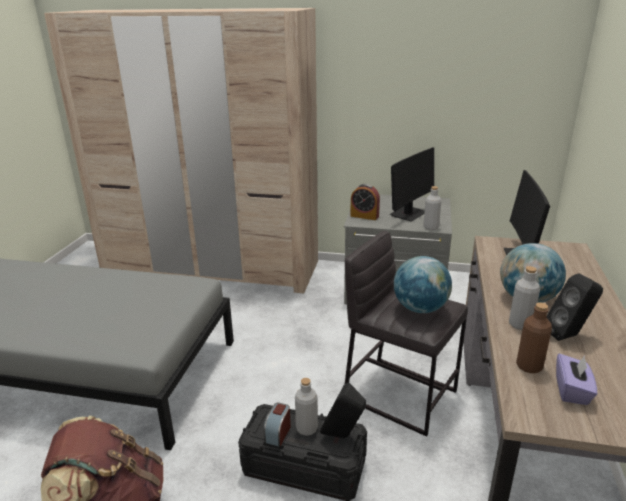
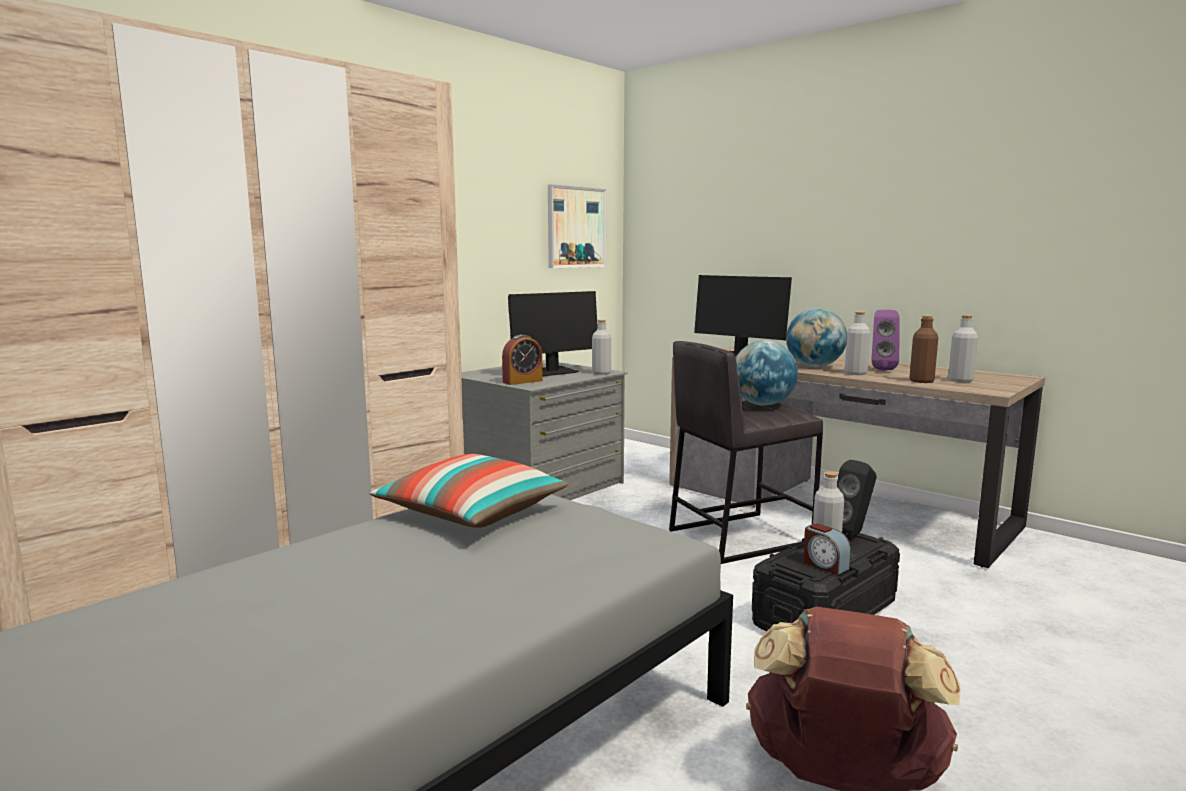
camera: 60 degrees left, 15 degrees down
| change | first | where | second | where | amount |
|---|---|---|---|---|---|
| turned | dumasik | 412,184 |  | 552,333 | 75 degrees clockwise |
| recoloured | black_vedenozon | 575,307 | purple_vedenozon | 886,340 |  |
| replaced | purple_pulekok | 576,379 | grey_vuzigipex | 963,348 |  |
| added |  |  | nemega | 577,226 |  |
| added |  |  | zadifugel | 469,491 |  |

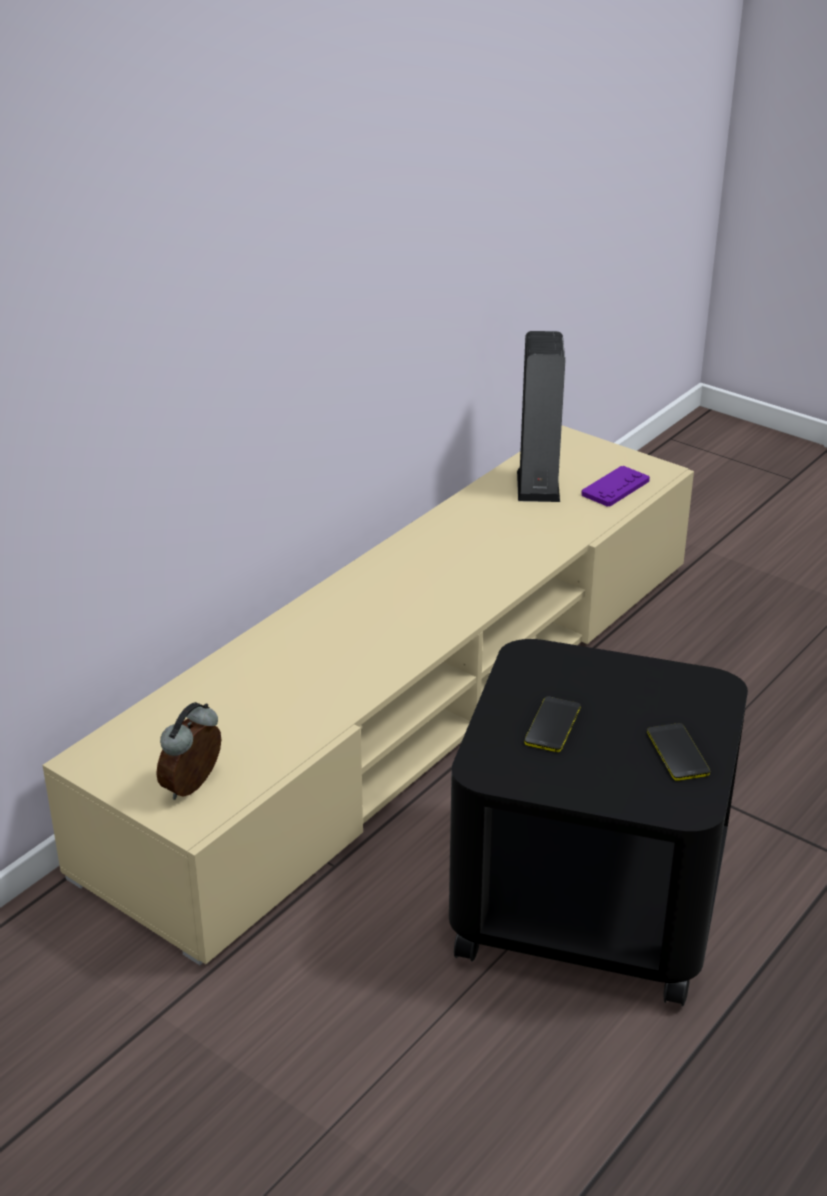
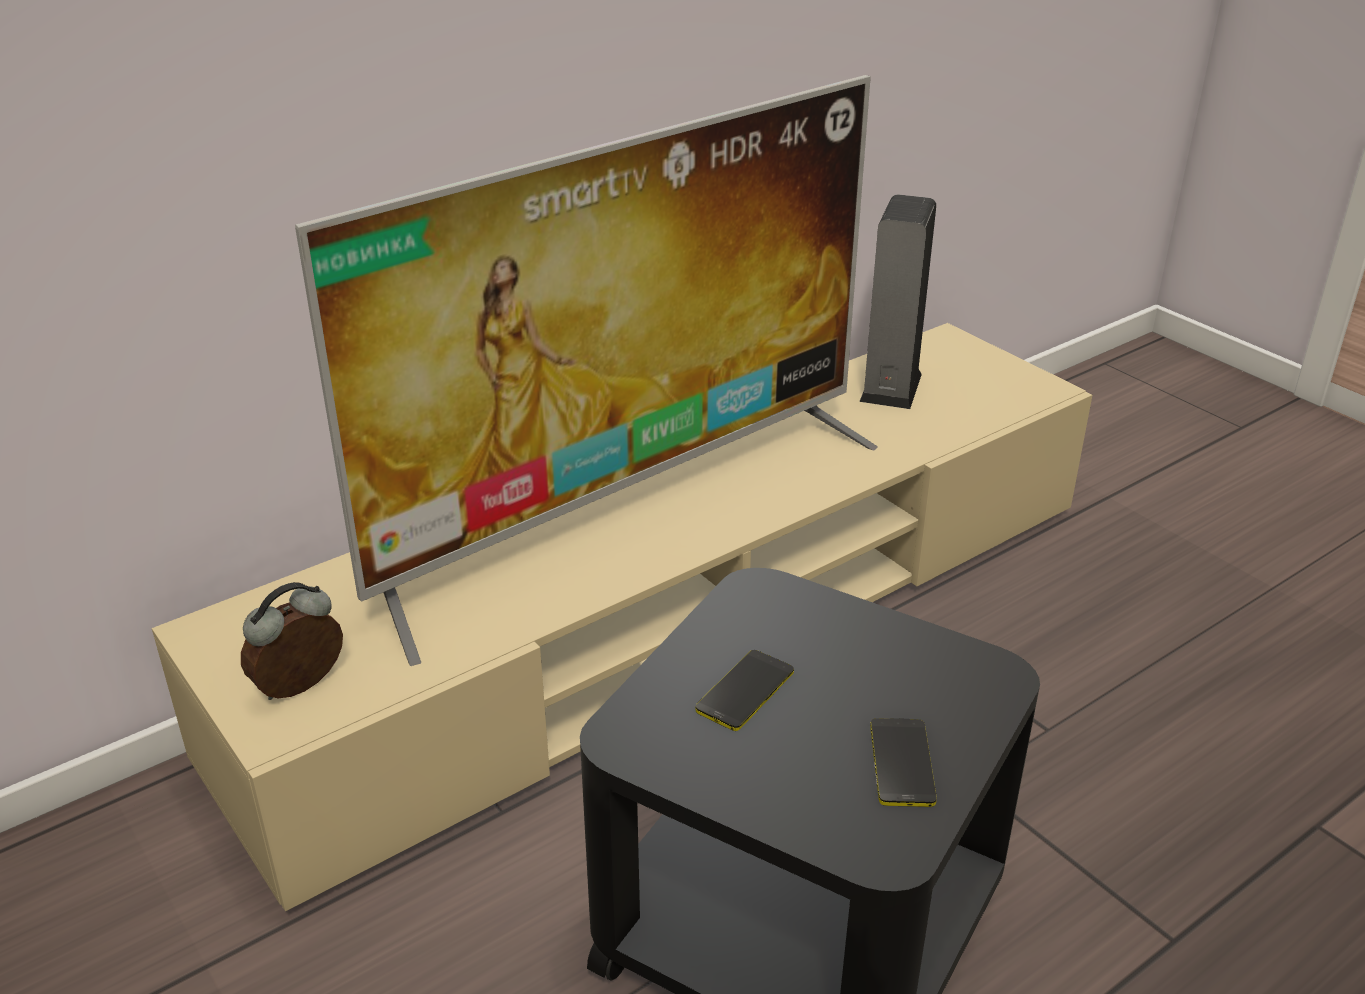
camera: 15 degrees right, 0 degrees up
| change | first | where | second | where | amount |
|---|---|---|---|---|---|
| removed | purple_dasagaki | 615,486 |  |  |  |
| added |  |  | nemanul | 586,370 |  |

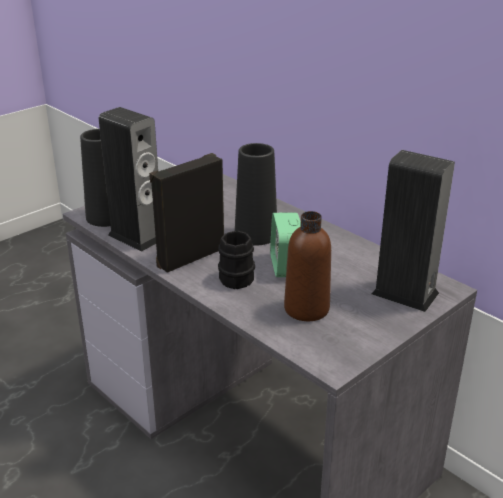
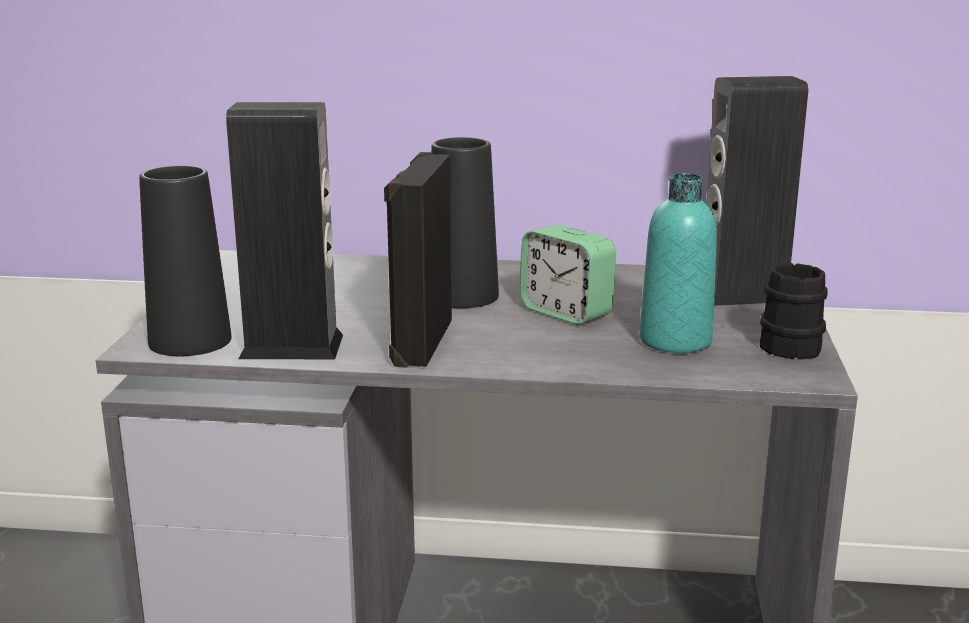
camera: 40 degrees left, 10 degrees down
| change | first | where | second | where | amount |
|---|---|---|---|---|---|
| recoloured | brown_vuzigipex | 307,266 | turquoise_vuzigipex | 678,263 |  |
| moved | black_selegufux | 236,260 |  | 794,311 |  |

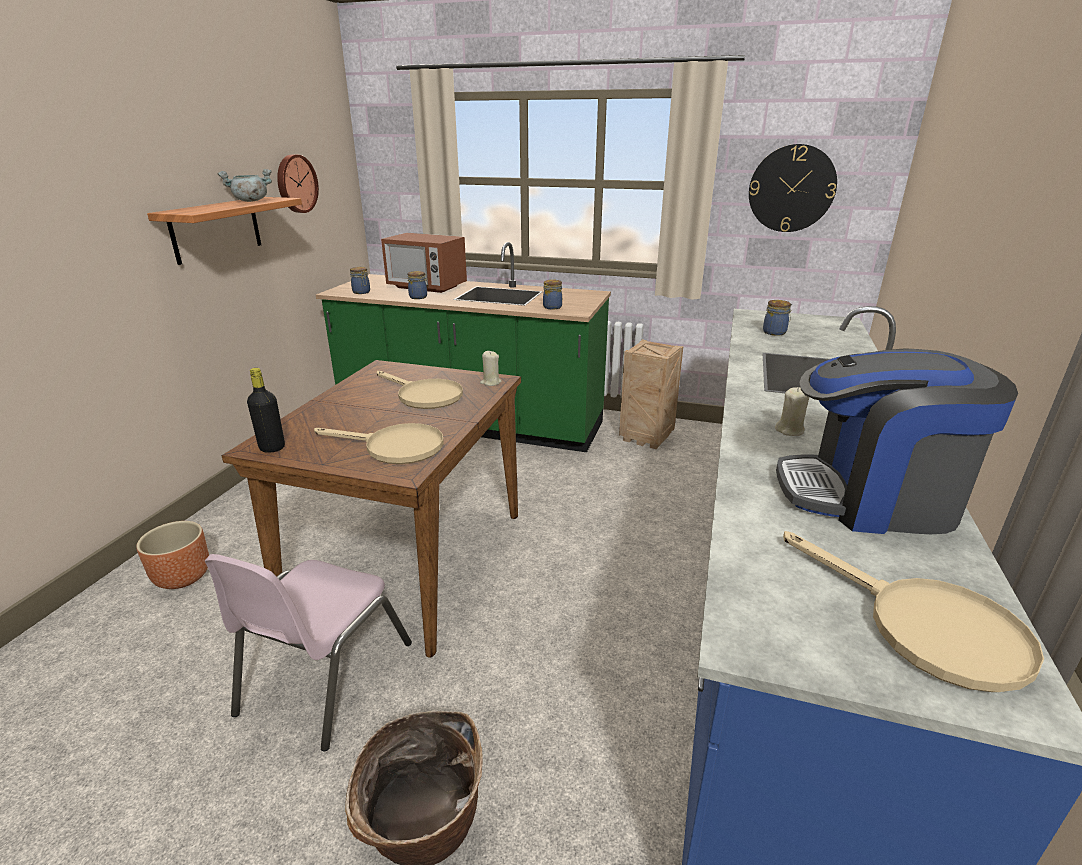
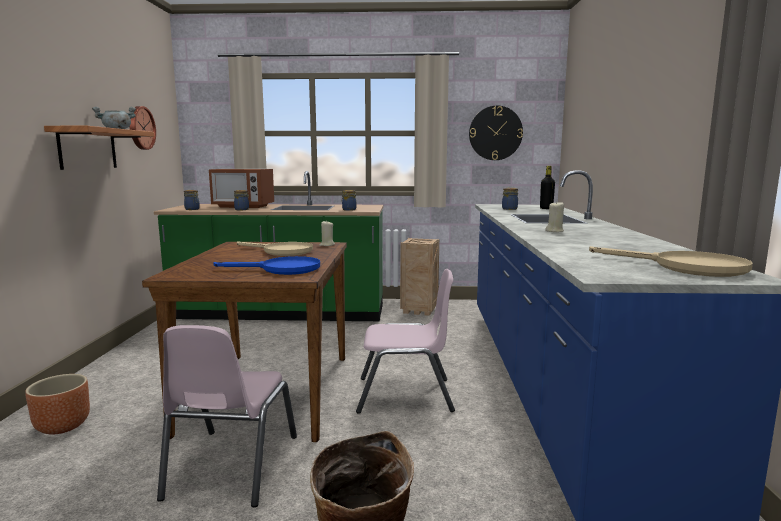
camera: 15 degrees left, 15 degrees down
| change | first | where | second | where | amount |
|---|---|---|---|---|---|
| removed | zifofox | 897,441 |  |  |  |
| moved | black_vuzigipex | 266,410 |  | 547,187 |  |
| recoloured | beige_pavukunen | 379,443 | blue_pavukunen | 266,265 |  |
| added |  |  | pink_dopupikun | 405,341 |  |

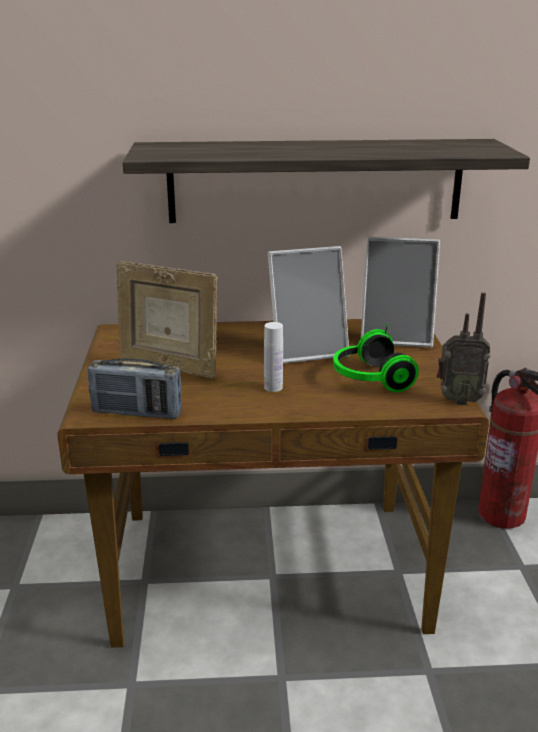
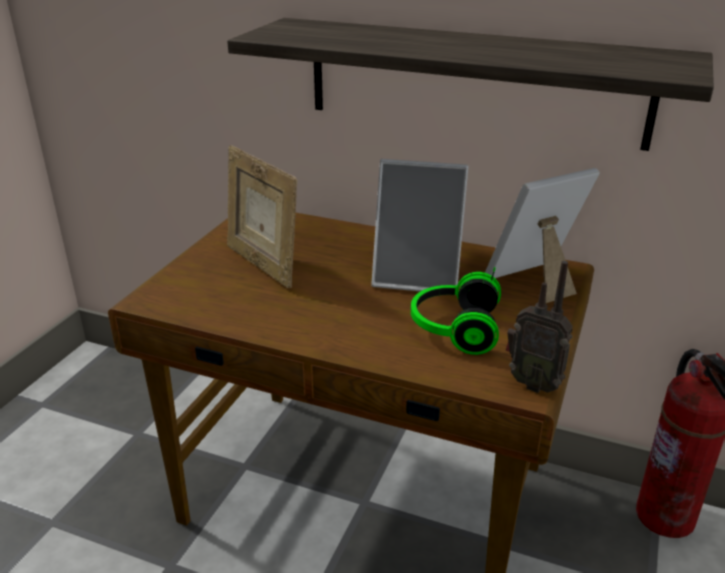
camera: 25 degrees right, 5 degrees up
| change | first | where | second | where | amount |
|---|---|---|---|---|---|
| turned | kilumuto | 400,292 |  | 542,235 | 120 degrees clockwise |
| removed | white_vuzigipex | 273,357 |  |  |  |
| removed | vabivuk | 135,388 |  |  |  |

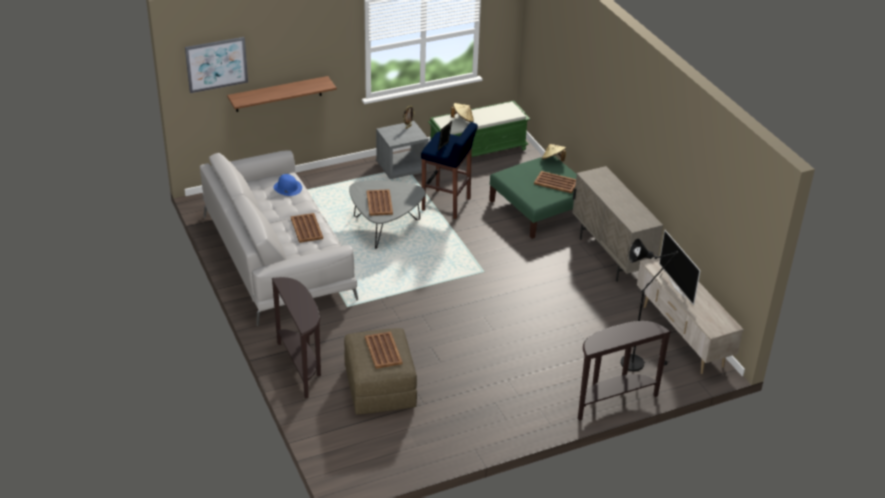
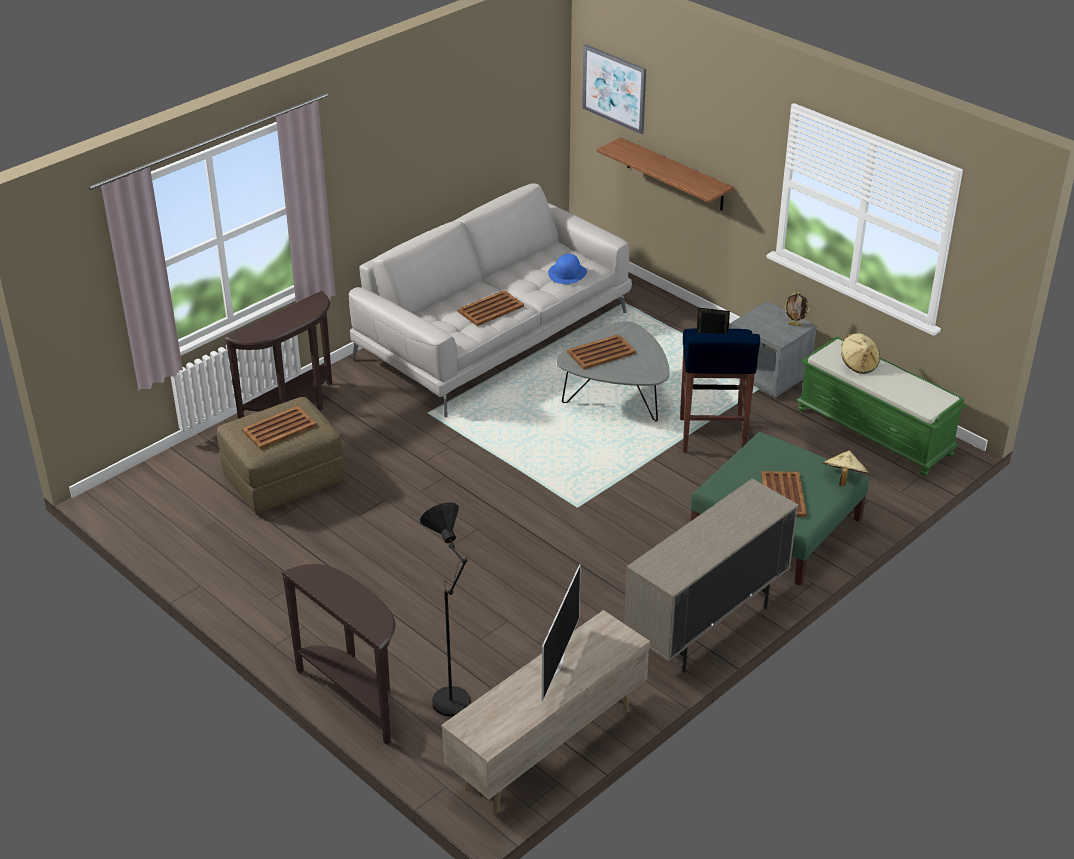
camera: 70 degrees right, 0 degrees up
| change | first | where | second | where | amount |
|---|---|---|---|---|---|
| turned | nemanul | 680,267 |  | 561,632 | 150 degrees clockwise |

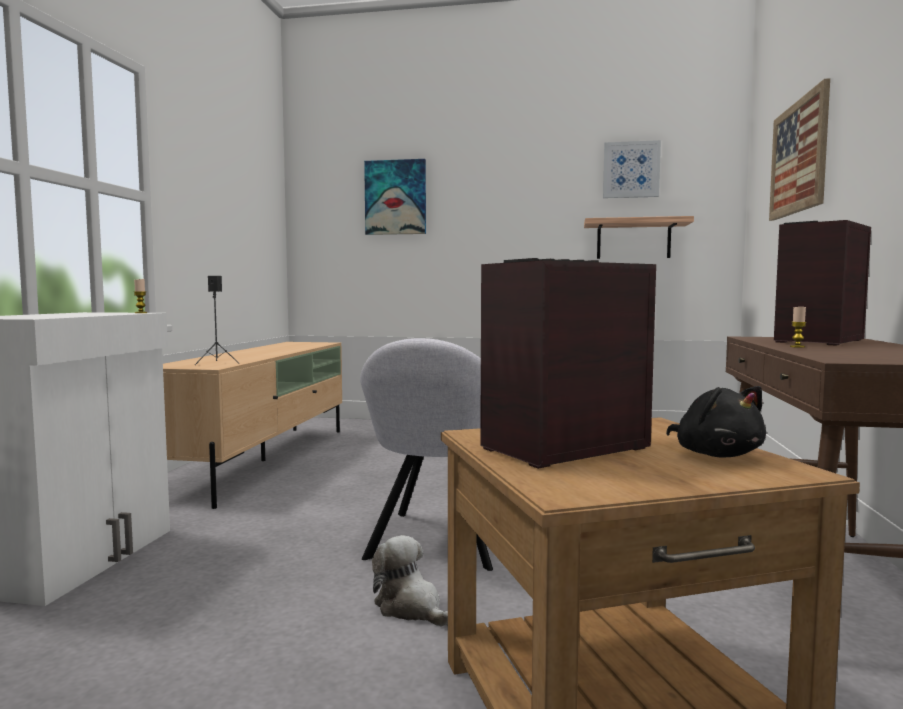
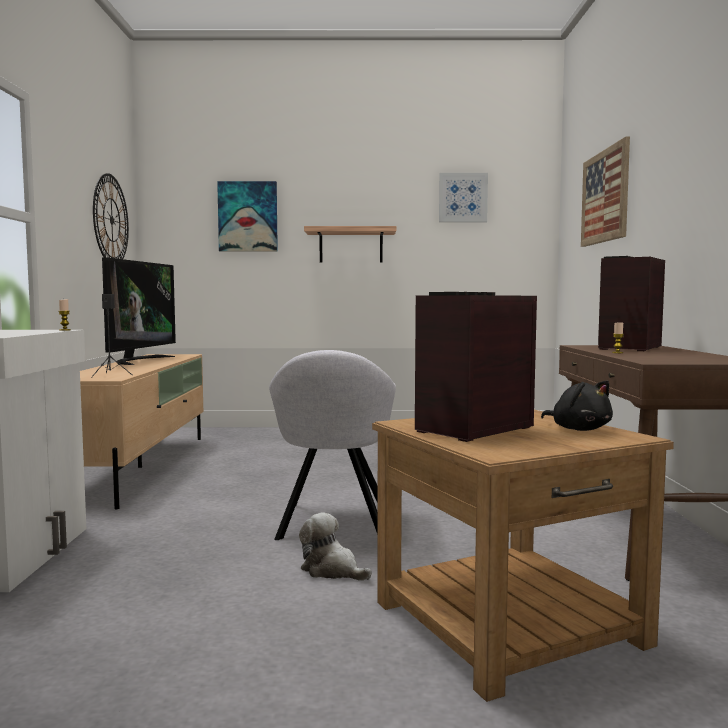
camera: 10 degrees left, 0 degrees up
| change | first | where | second | where | amount |
|---|---|---|---|---|---|
| moved | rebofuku | 639,237 |  | 350,244 |  |
| added |  |  | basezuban | 111,216 |  |
| added |  |  | nemanul | 139,311 |  |

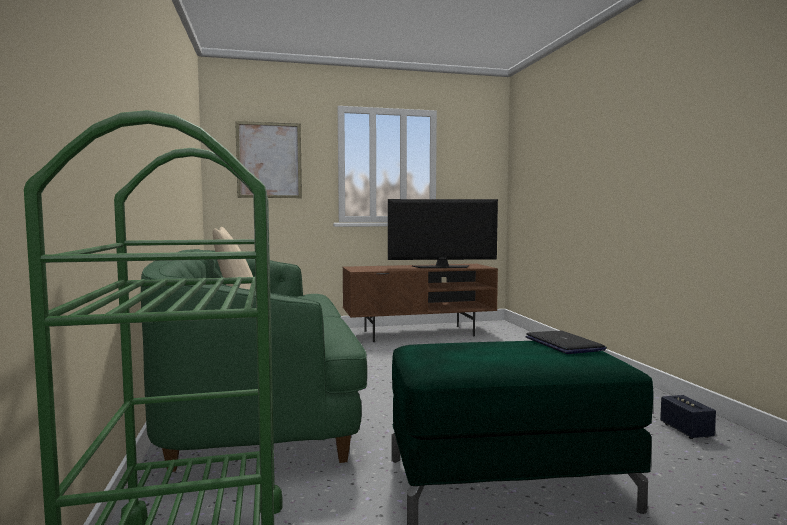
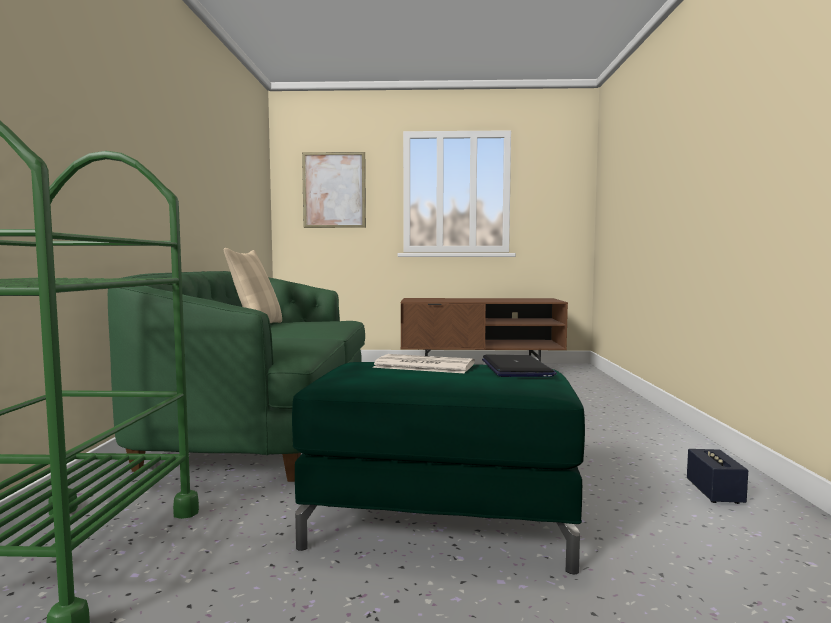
camera: 15 degrees right, 0 degrees up
| change | first | where | second | where | amount |
|---|---|---|---|---|---|
| removed | nemanul | 443,233 |  |  |  |
| added |  |  | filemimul | 423,363 |  |

